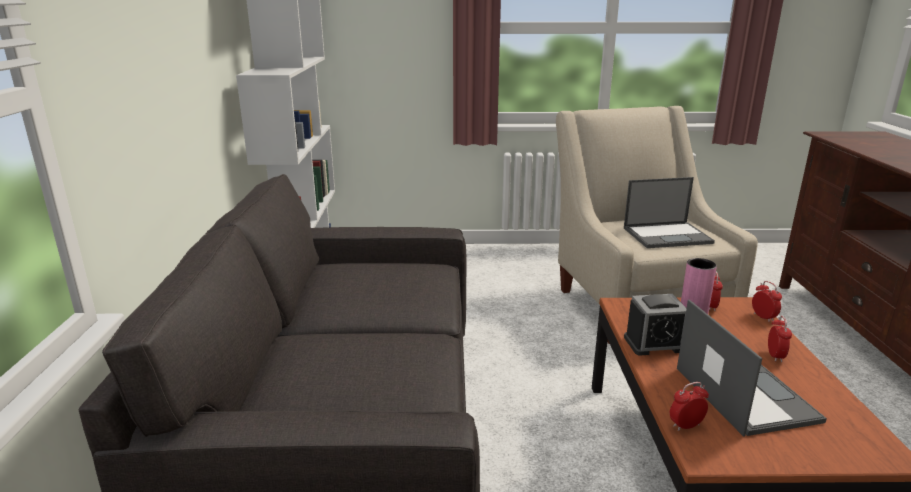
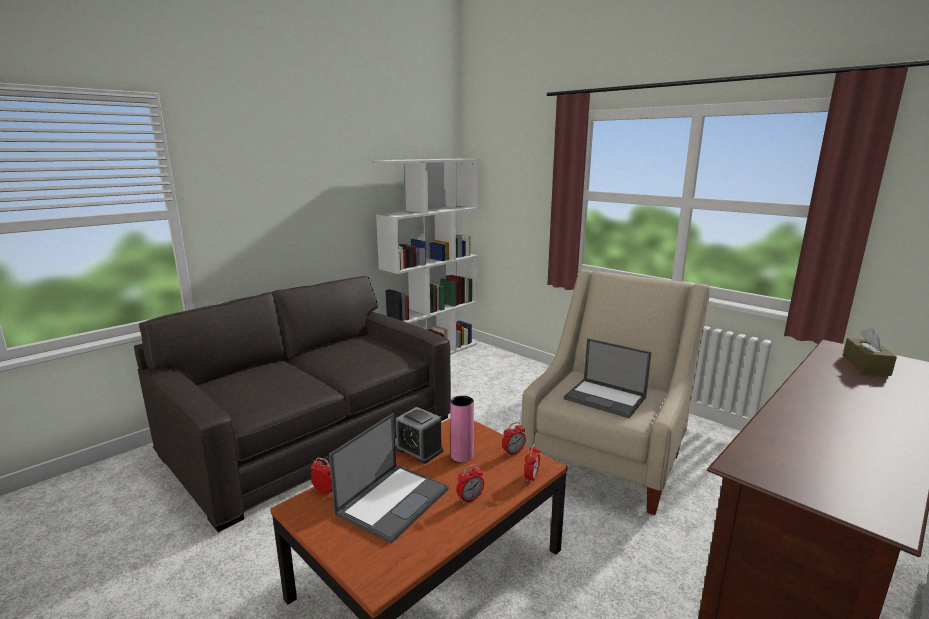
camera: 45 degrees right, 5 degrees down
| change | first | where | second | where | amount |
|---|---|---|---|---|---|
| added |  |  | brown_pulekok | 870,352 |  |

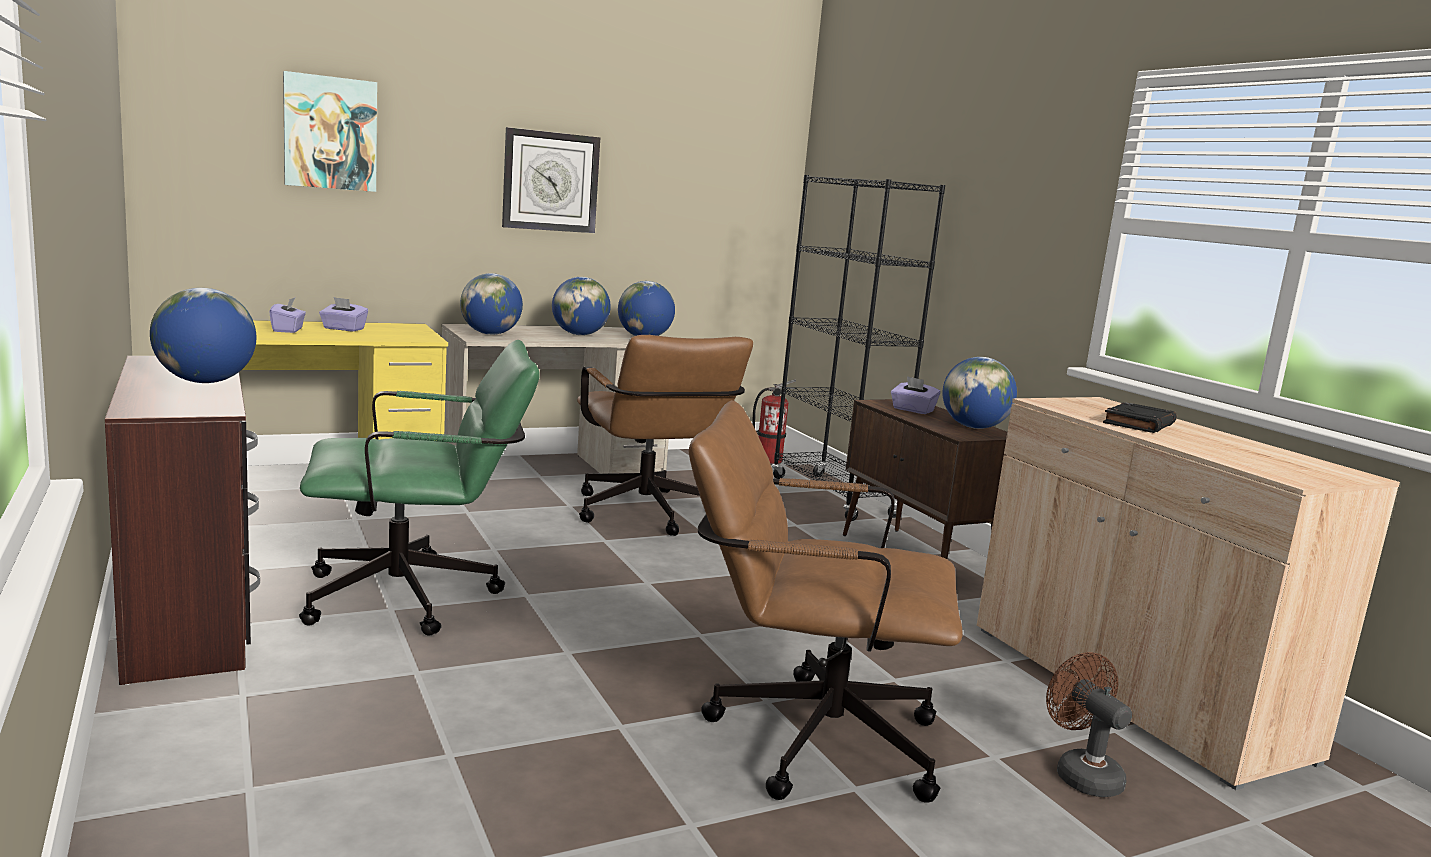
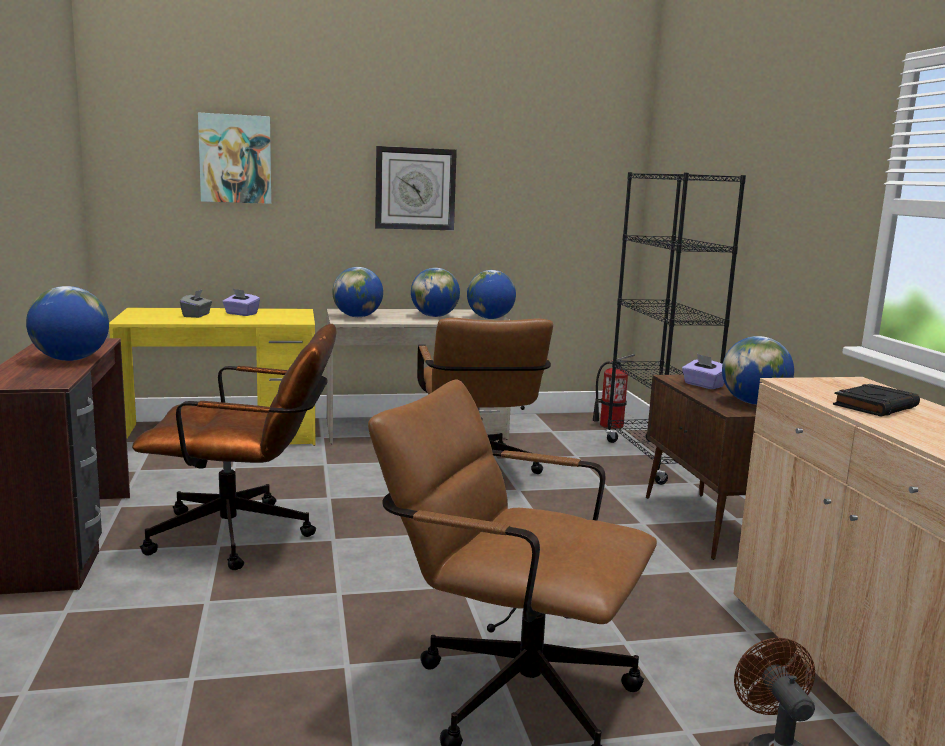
camera: 15 degrees right, 0 degrees up
| change | first | where | second | where | amount |
|---|---|---|---|---|---|
| recoloured | purple_pulekok | 287,315 | grey_pulekok | 196,303 |  |
| recoloured | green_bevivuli | 419,488 | brown_bevivuli | 234,447 |  |

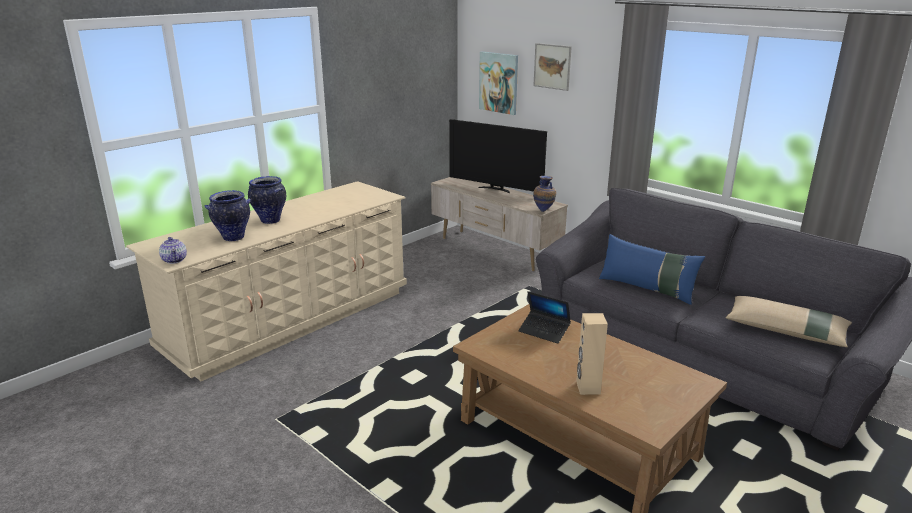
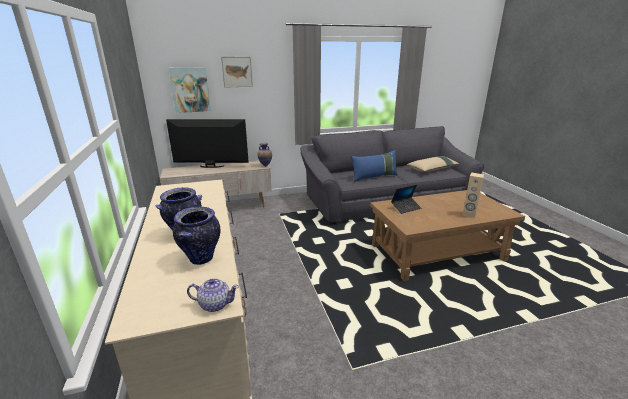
camera: 60 degrees left, 0 degrees up
| change | first | where | second | where | amount |
|---|---|---|---|---|---|
| turned | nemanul | 498,156 |  | 207,143 | 150 degrees counterclockwise |

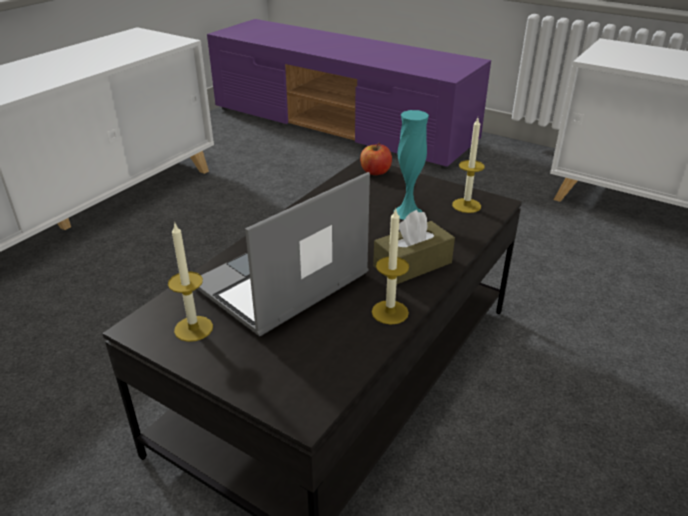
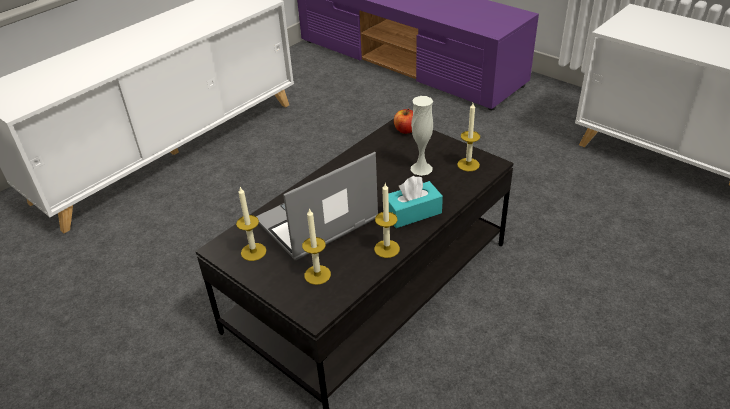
camera: 10 degrees right, 5 degrees up
| change | first | where | second | where | amount |
|---|---|---|---|---|---|
| recoloured | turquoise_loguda | 411,165 | white_loguda | 421,136 |  |
| recoloured | brown_pulekok | 414,247 | turquoise_pulekok | 415,202 |  |
| added |  |  | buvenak | 316,246 |  |

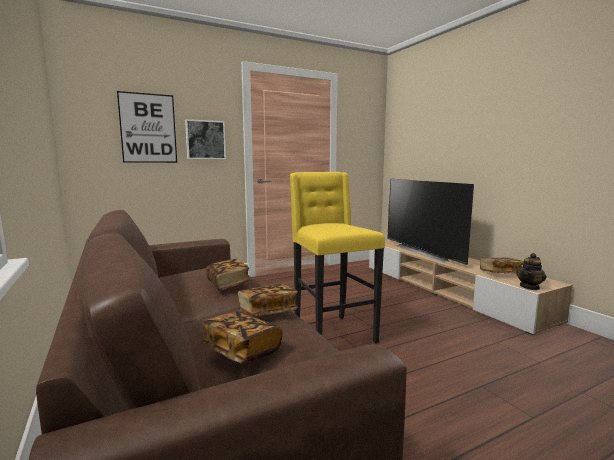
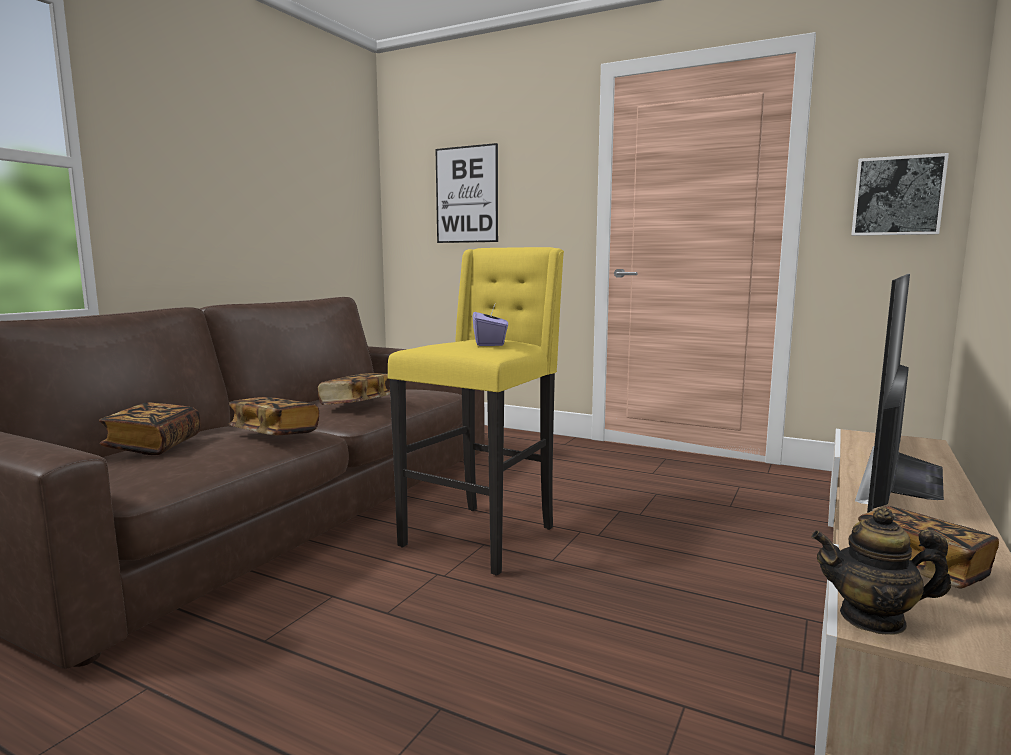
camera: 55 degrees right, 0 degrees up
| change | first | where | second | where | amount |
|---|---|---|---|---|---|
| moved | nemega | 205,139 |  | 900,194 |  |
| added |  |  | purple_pulekok | 490,324 |  |

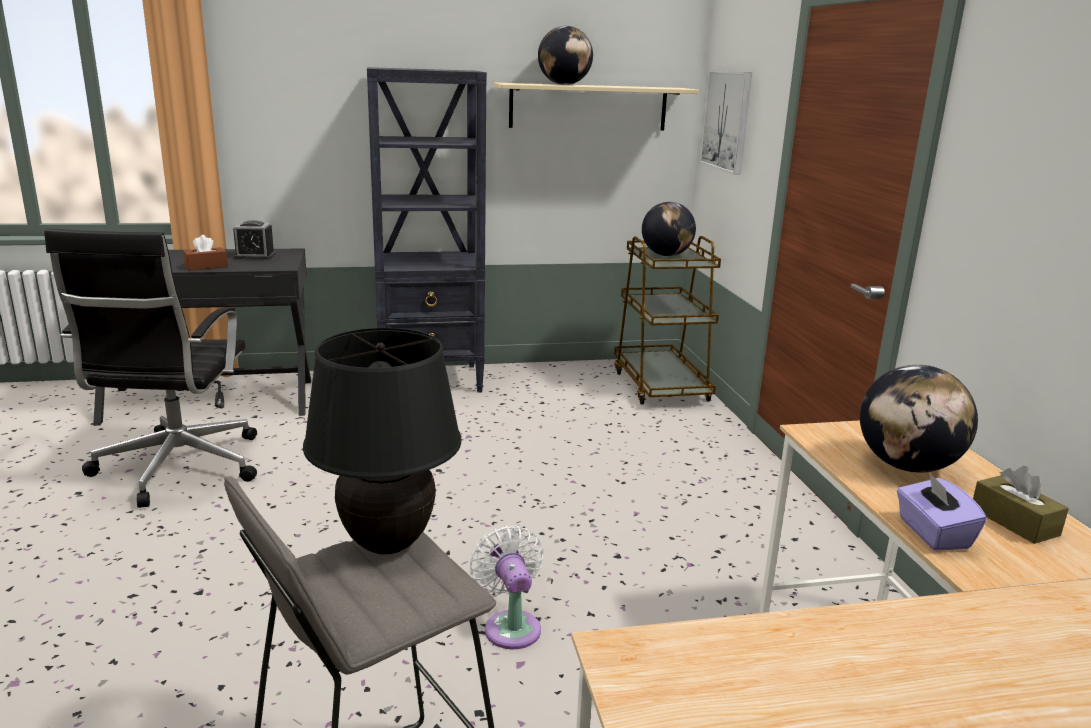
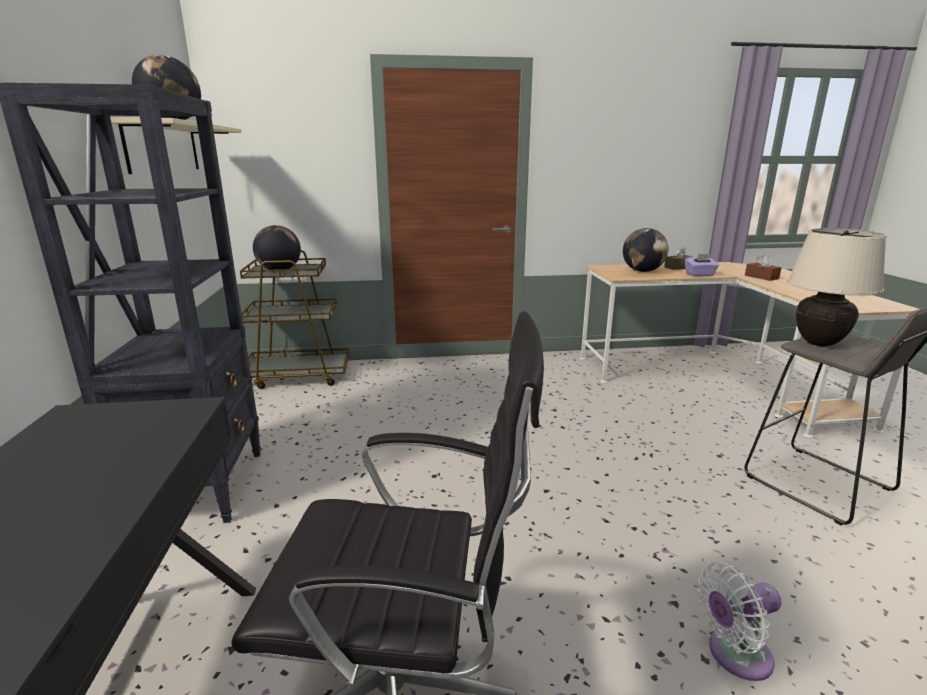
camera: 85 degrees left, 0 degrees up
| change | first | where | second | where | amount |
|---|---|---|---|---|---|
| removed | nemega | 725,122 |  |  |  |
| removed | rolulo | 254,240 |  |  |  |
| moved | brown_pulekok | 205,253 |  | 763,267 |  |
| recoloured | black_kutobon | 382,441 | beige_kutobon | 837,287 |  |
| moved | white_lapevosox | 507,587 |  | 739,621 |  |

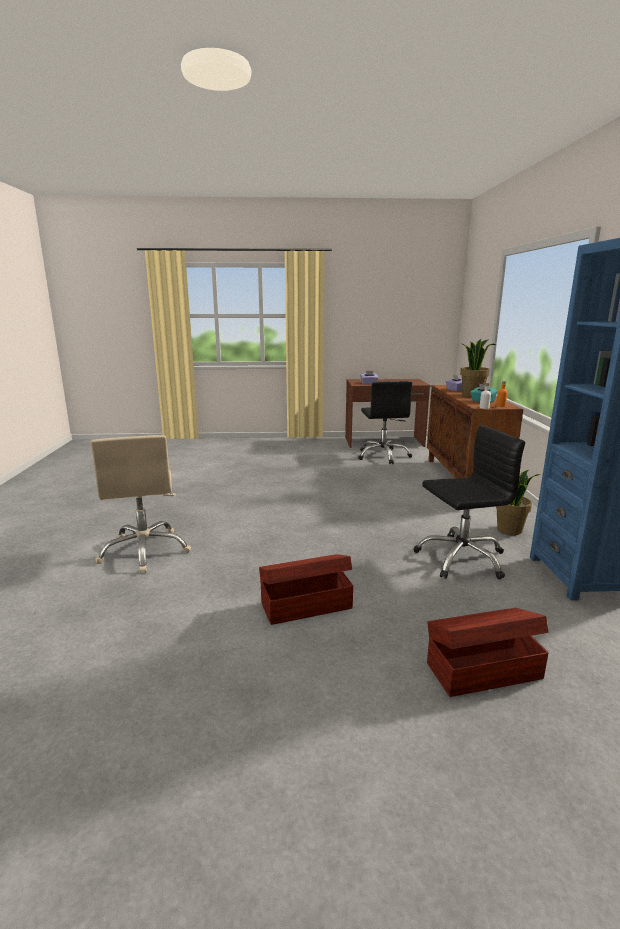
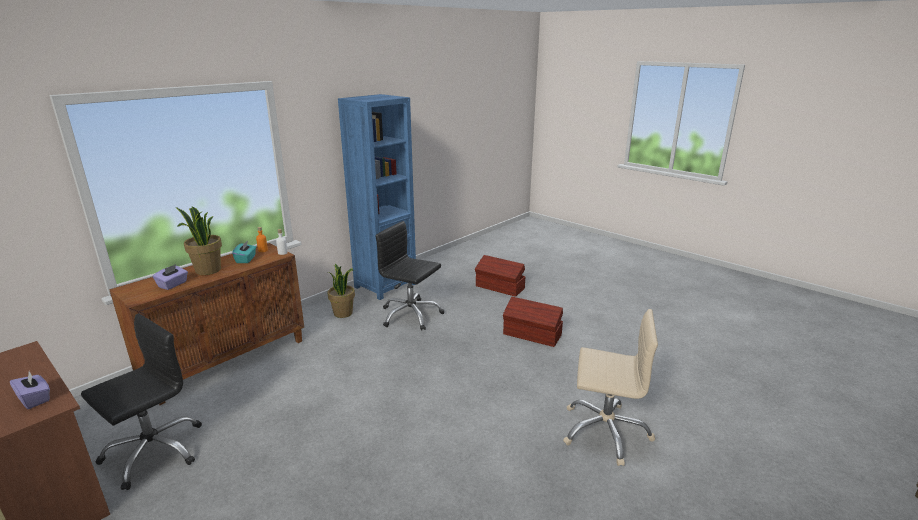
camera: 135 degrees left, 5 degrees up
| change | first | where | second | where | amount |
|---|---|---|---|---|---|
| turned | beige_bevivuli | 141,504 |  | 610,387 | 75 degrees clockwise |

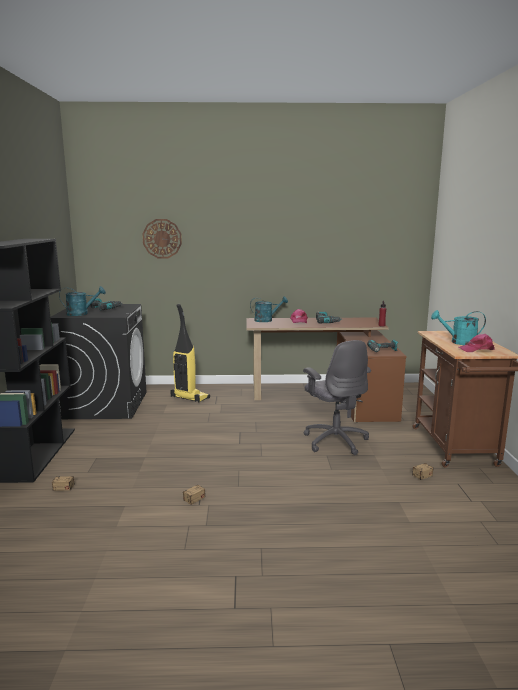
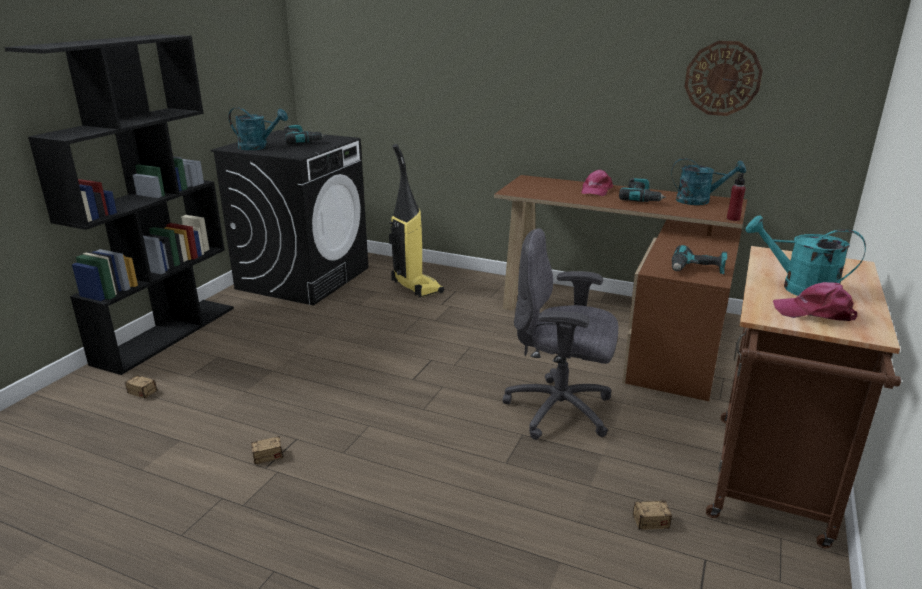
camera: 25 degrees right, 10 degrees up
| change | first | where | second | where | amount |
|---|---|---|---|---|---|
| moved | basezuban | 162,239 |  | 723,78 |  |
| moved | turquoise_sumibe | 269,309 |  | 708,181 |  |
| turned | grey_bevivuli | 337,397 |  | 560,334 | 105 degrees clockwise |

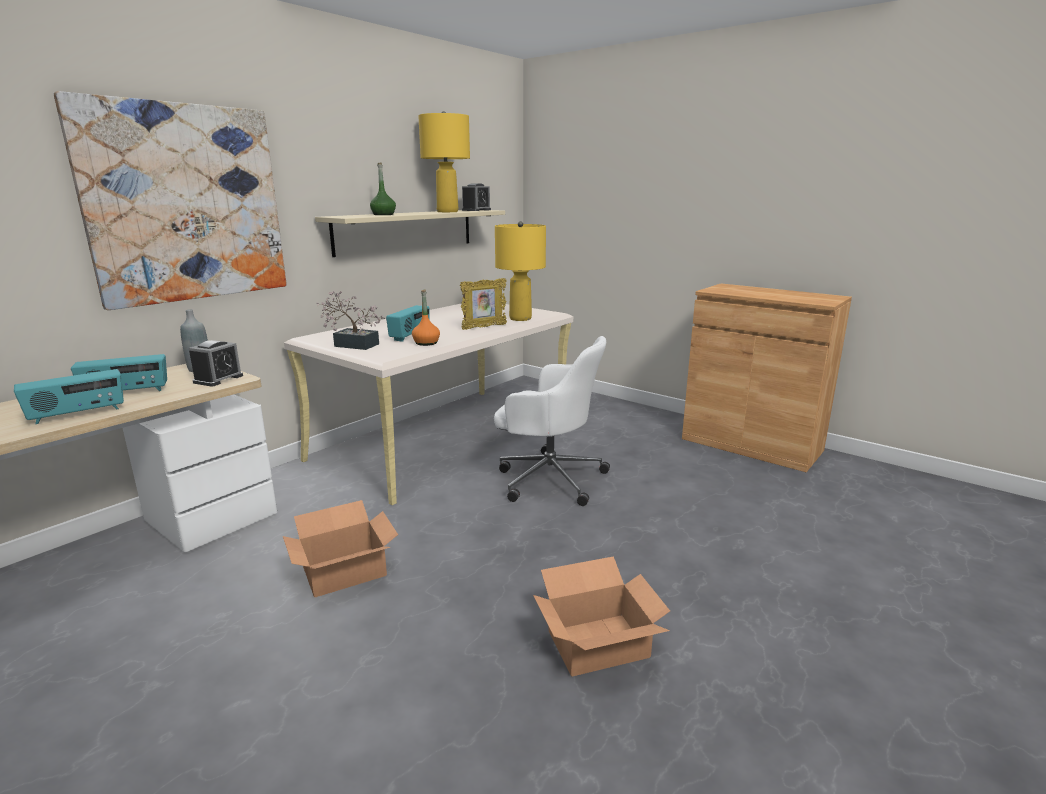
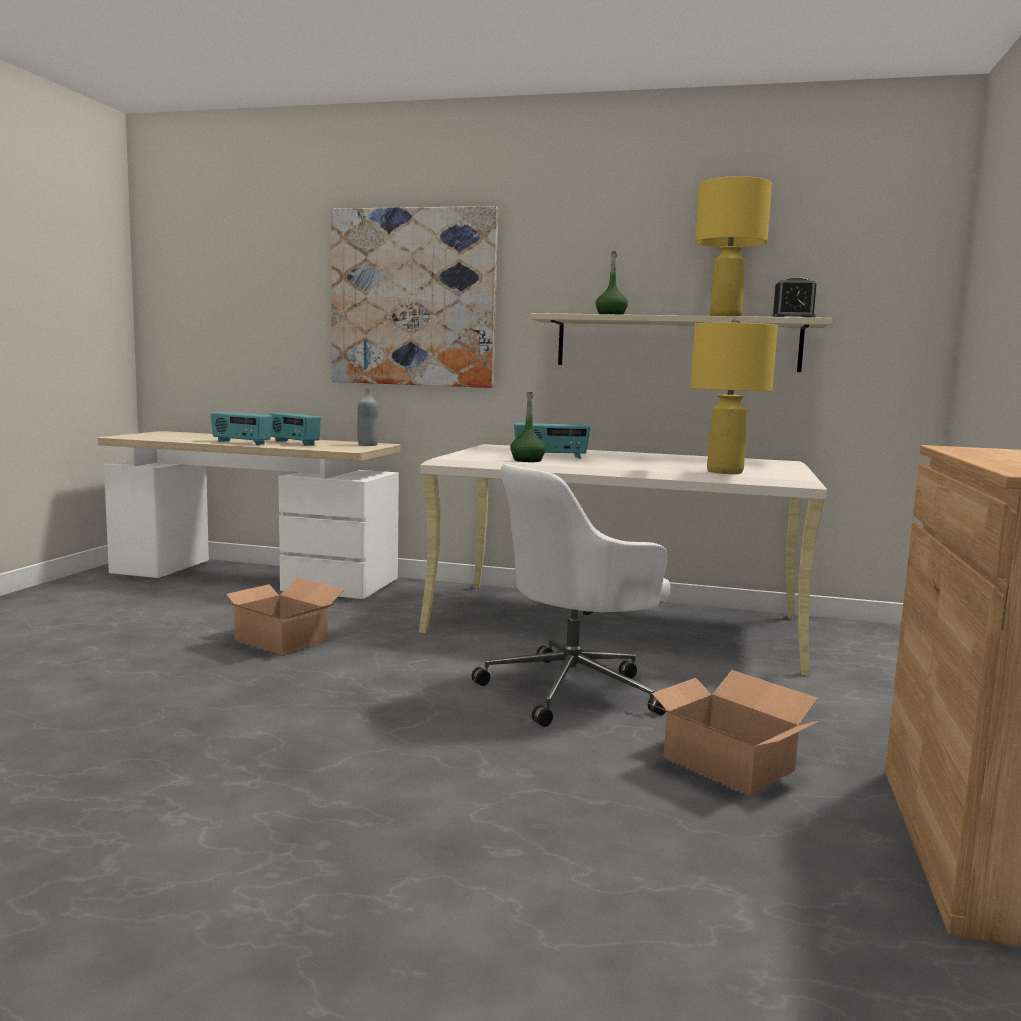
camera: 65 degrees right, 10 degrees down
| change | first | where | second | where | amount |
|---|---|---|---|---|---|
| removed | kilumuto | 483,304 |  |  |  |
| recoloured | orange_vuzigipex | 426,318 | green_vuzigipex | 528,427 |  |
| removed | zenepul | 351,320 |  |  |  |
| turned | white_bevivuli | 552,421 |  | 571,595 | 60 degrees clockwise |
| removed | rolulo | 216,363 |  |  |  |
| moved | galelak | 601,616 |  | 732,732 |  |

